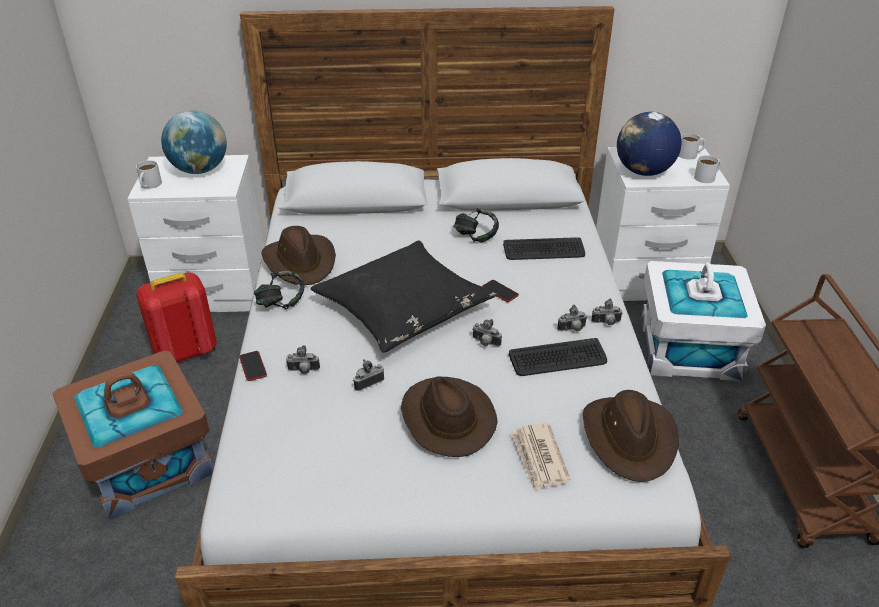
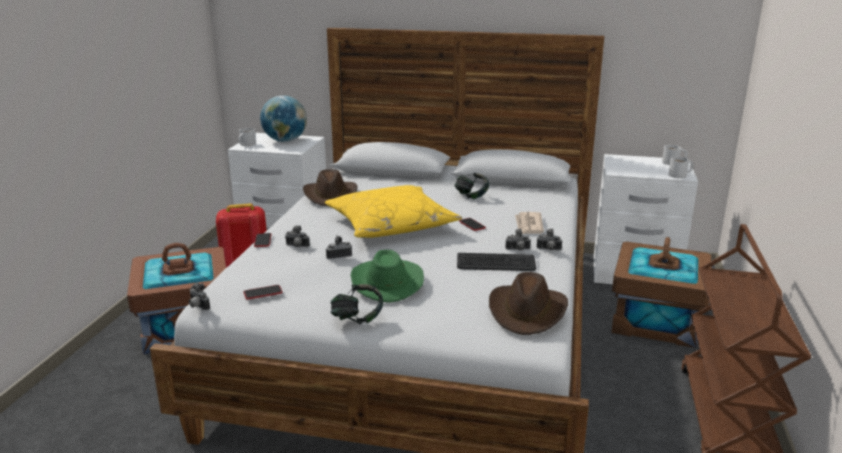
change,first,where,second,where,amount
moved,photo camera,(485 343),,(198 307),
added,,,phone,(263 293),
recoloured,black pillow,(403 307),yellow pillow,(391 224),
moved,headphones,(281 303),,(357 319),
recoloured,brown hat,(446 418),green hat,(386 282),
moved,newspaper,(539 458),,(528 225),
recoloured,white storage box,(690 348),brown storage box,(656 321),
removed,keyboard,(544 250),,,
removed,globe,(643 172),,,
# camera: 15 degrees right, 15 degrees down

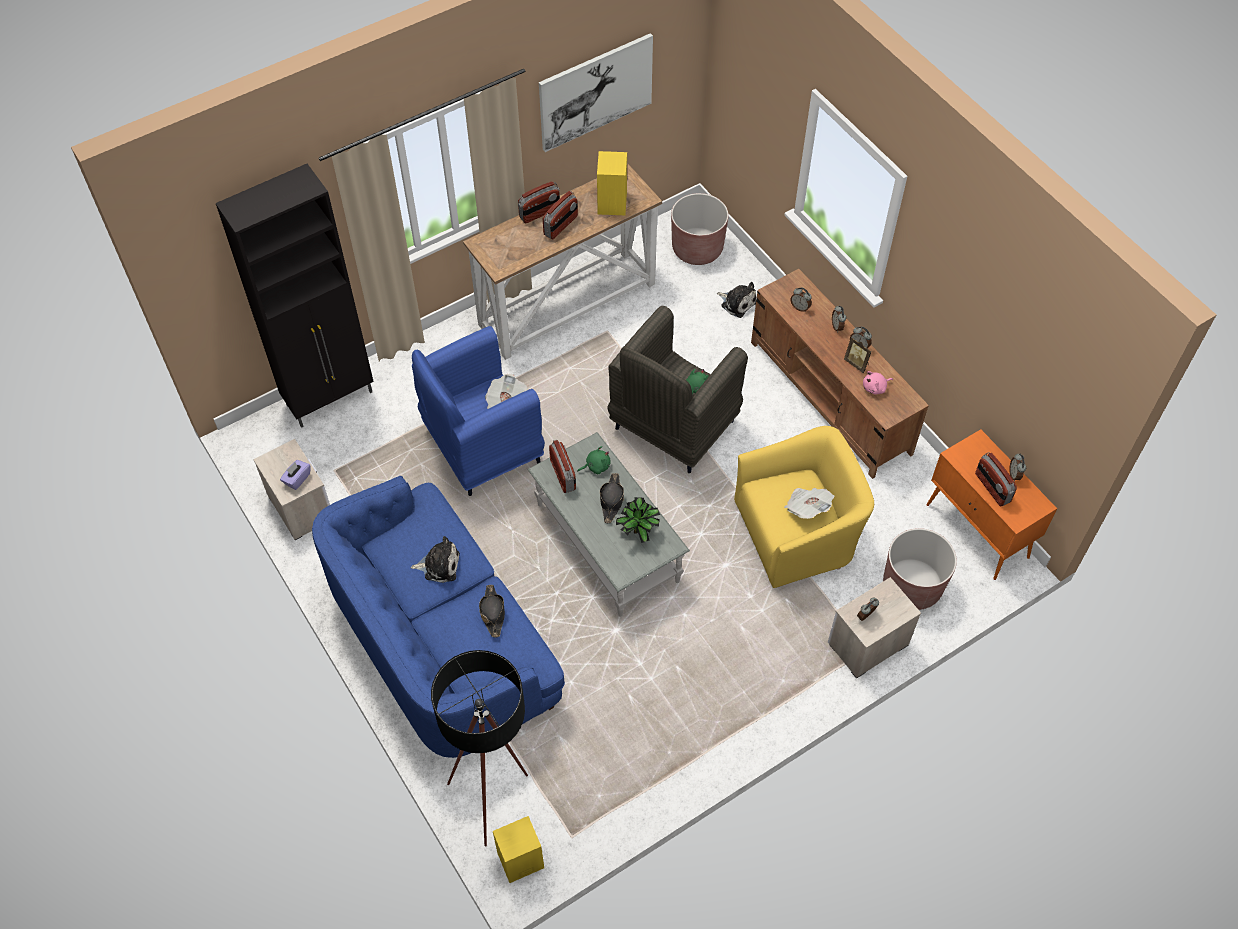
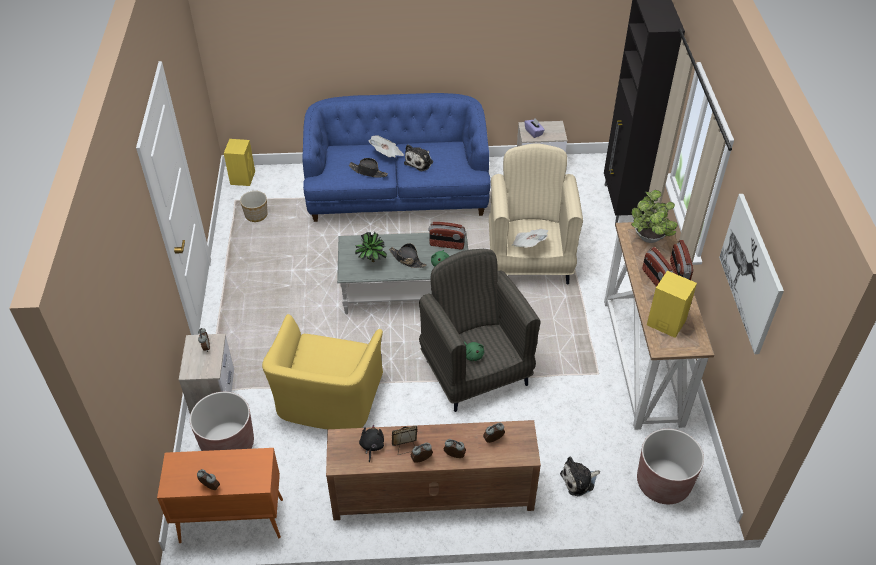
change,first,where,second,where,amount
added,,,planter,(256 215),
recoloured,pink plush toy,(875 387),black plush toy,(371 446),
moved,newspaper,(807 508),,(386 154),
recoloured,blue armchair,(482 447),beige armchair,(529 260),
added,,,potted plant,(649 239),
removed,black floor lamp,(496 796),,,
removed,radio,(992 488),,,
# camera: 120 degrees right, 10 degrees down

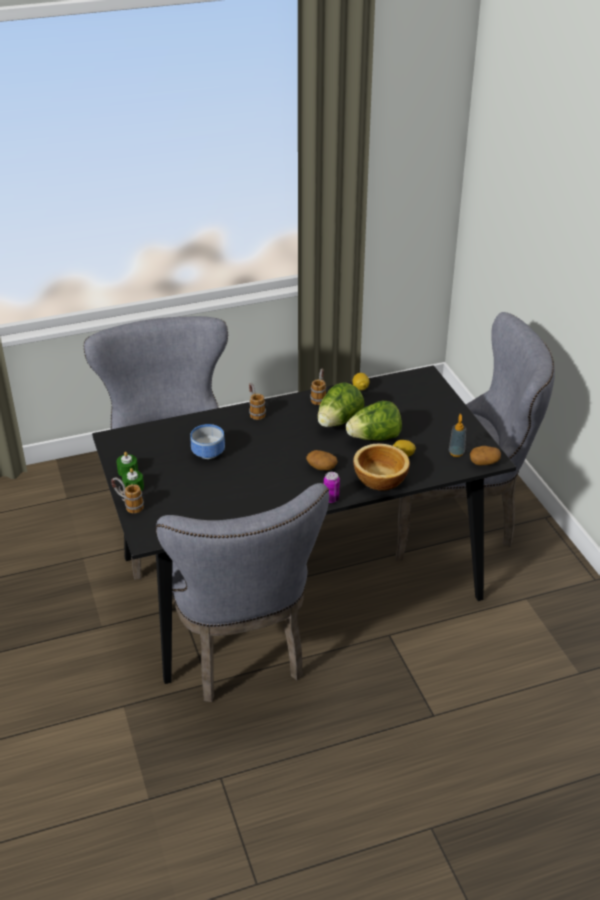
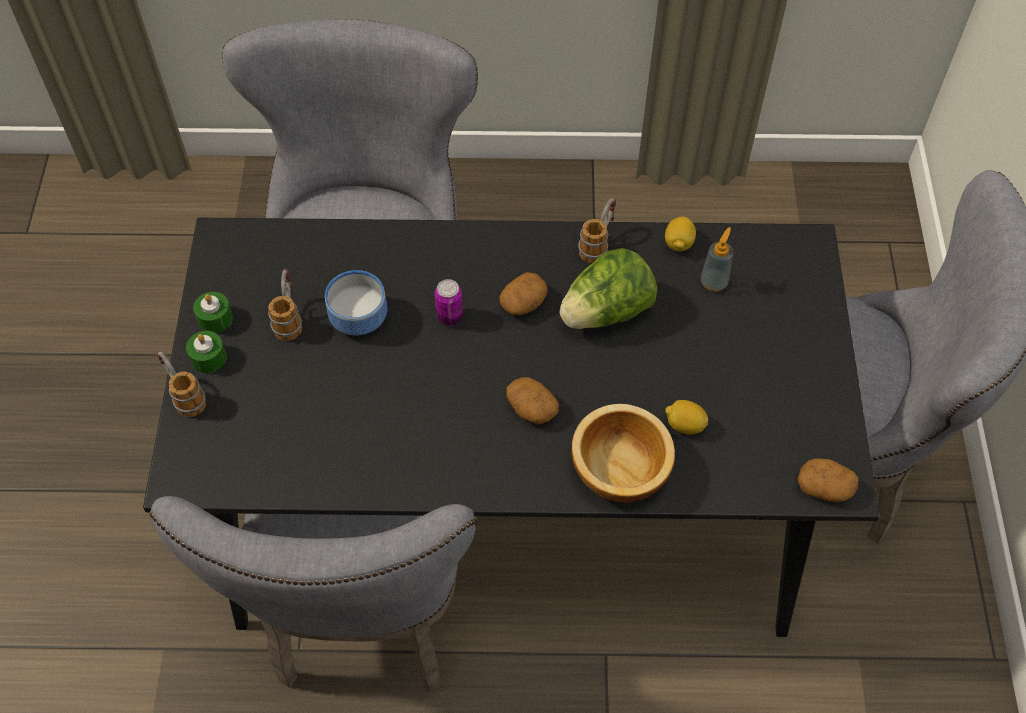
change,first,where,second,where,amount
moved,mug,(255 411),,(289 317),
moved,can,(331 499),,(450 317),
added,,,potato,(523 303),
moved,soap dispenser,(456 452),,(713 282),
removed,lettuce,(374 438),,,
# camera: 20 degrees right, 20 degrees up

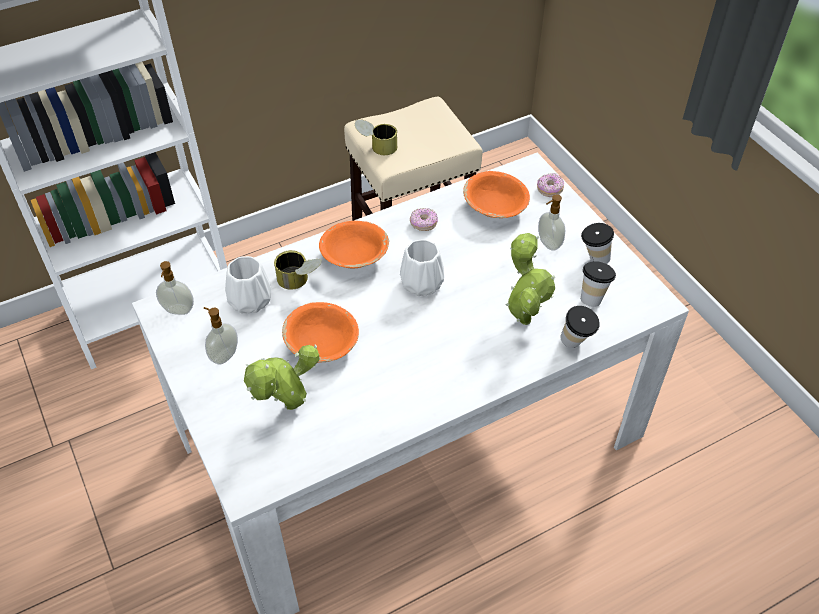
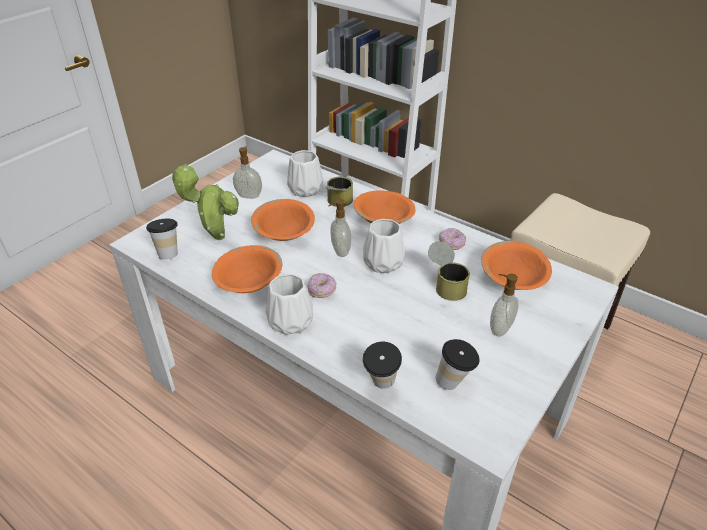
change,first,where,second,where,amount
moved,cup,(593 259),,(168 253),
added,,,orange bowl,(249 283),
added,,,white vase,(291 321),
moved,donut,(549 190),,(322 291),
moved,soap dispenser,(178 311),,(340 251),
moved,can,(376 147),,(446 284),
removed,potted plant,(523 317),,,
# camera: 65 degrees right, 10 degrees down

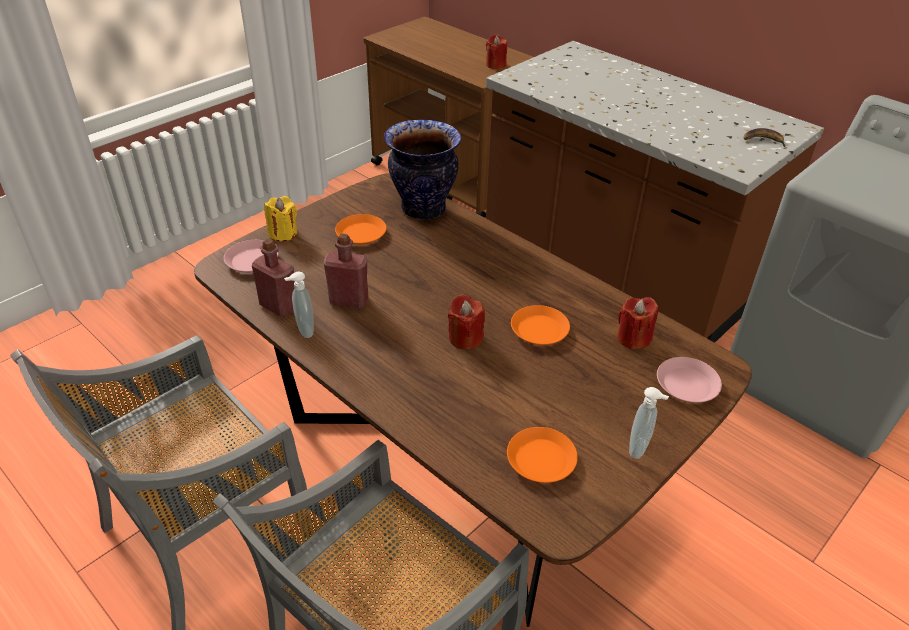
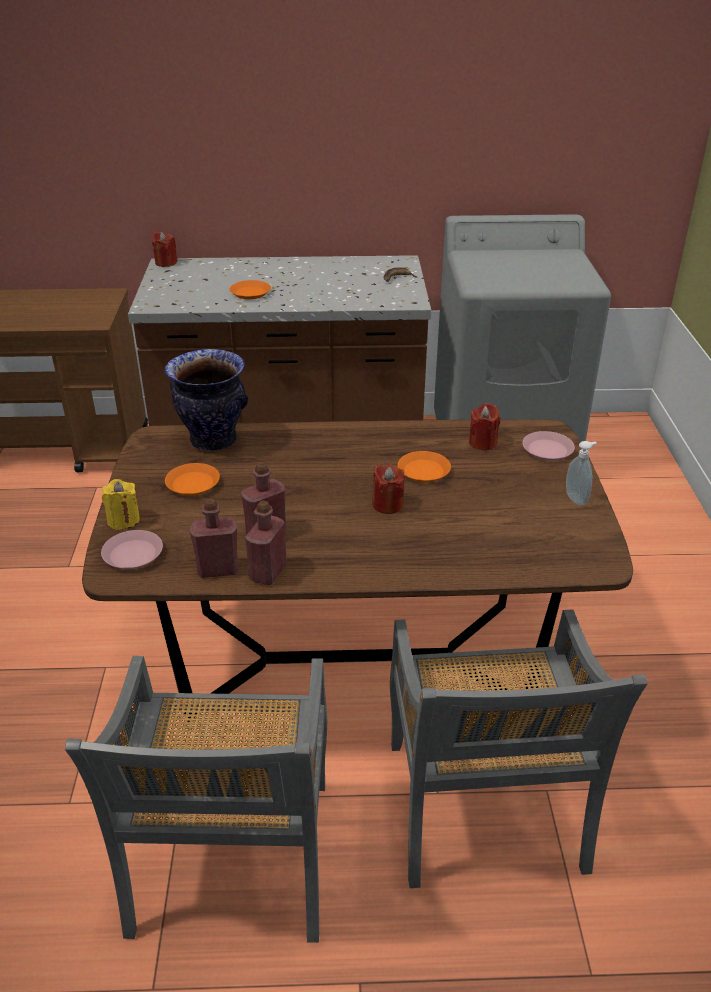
change,first,where,second,where,amount
moved,red candle,(495 65),,(166 263),
moved,orange plate,(541 459),,(250 293),
replaced,soap dispenser,(303 331),red bottle,(268 572),
# camera: 45 degrees left, 5 degrees down

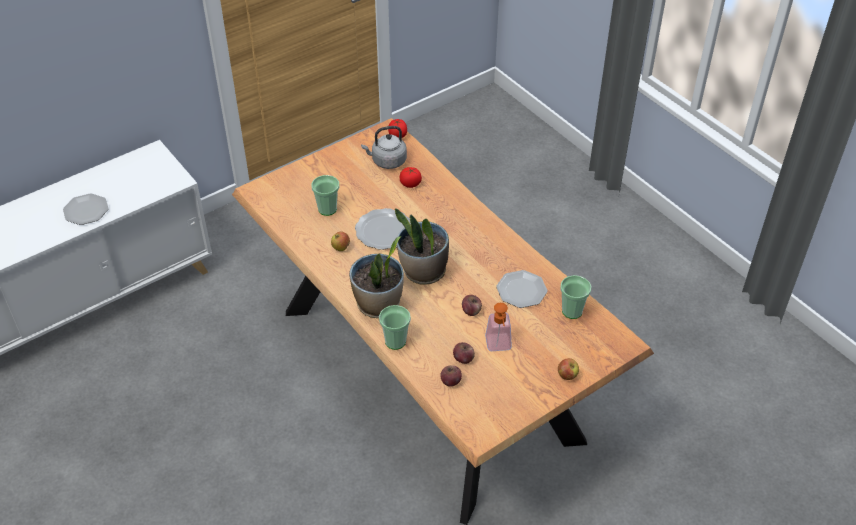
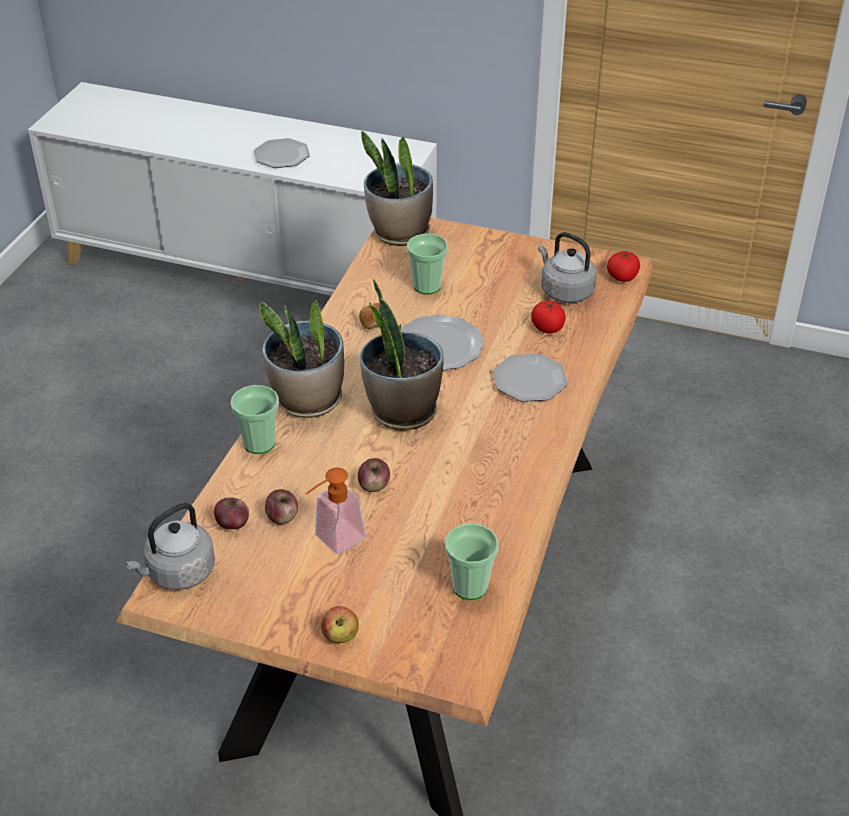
change,first,where,second,where,amount
added,,,grey kettle,(178 573),
added,,,potted plant,(399 233),
moved,plate,(521 290),,(530 380),
# camera: 55 degrees right, 5 degrees down

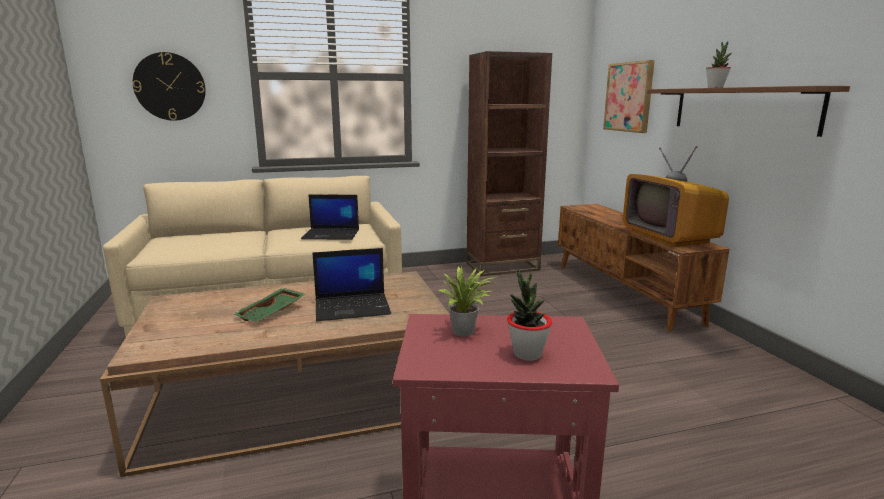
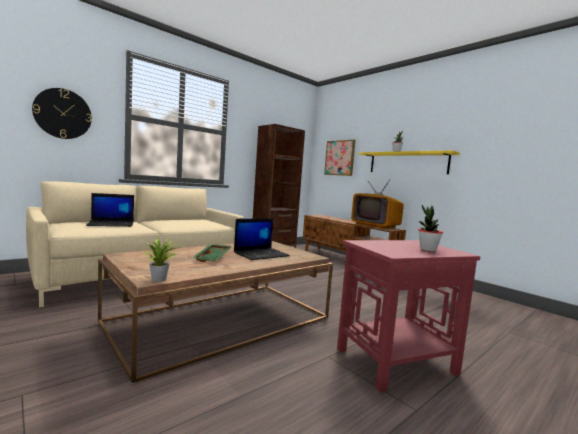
change,first,where,second,where,amount
moved,laptop,(332 235),,(112 224),
moved,potted plant,(466 332),,(161 279),
recoloured,brown shelf,(741 109),yellow shelf,(407 163),
# camera: 25 degrees left, 10 degrees down

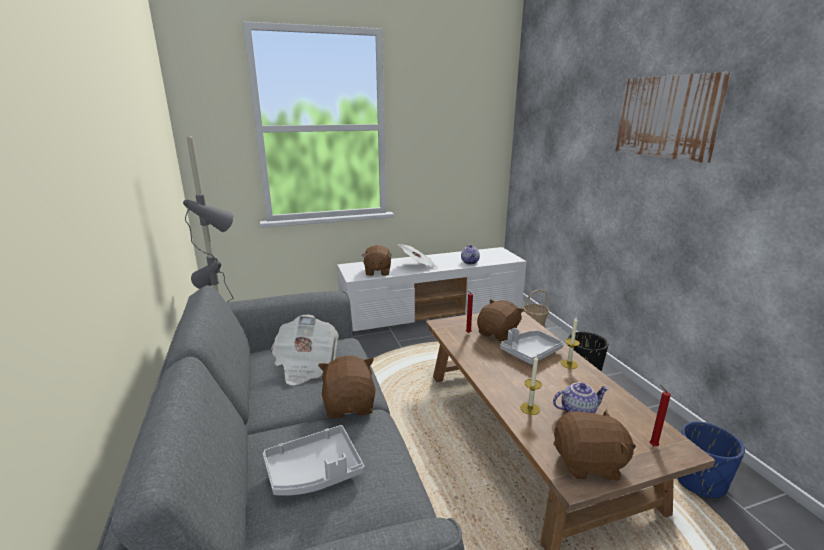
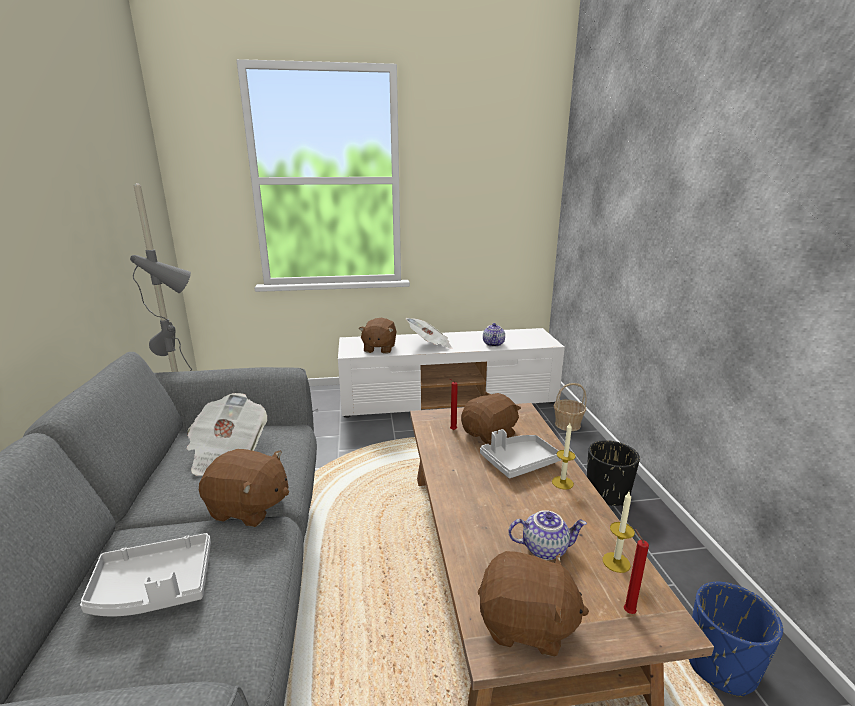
change,first,where,second,where,amount
turned,brown plush toy,(350 405),,(249 508),105 degrees clockwise
moved,candle,(530 408),,(616 562),
removed,picture,(667 117),,,
# camera: 10 degrees right, 0 degrees up

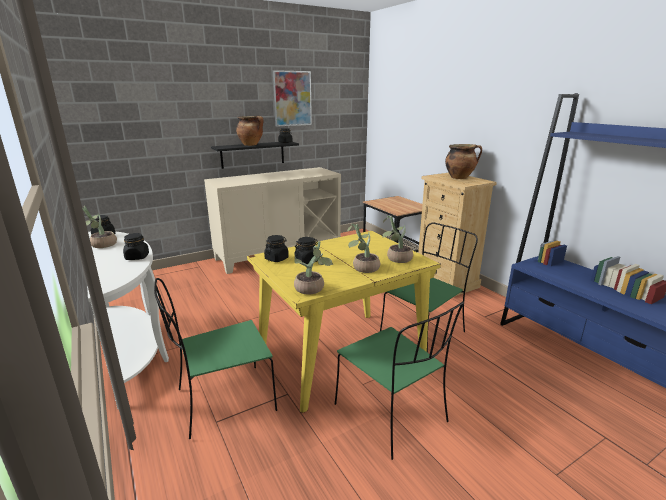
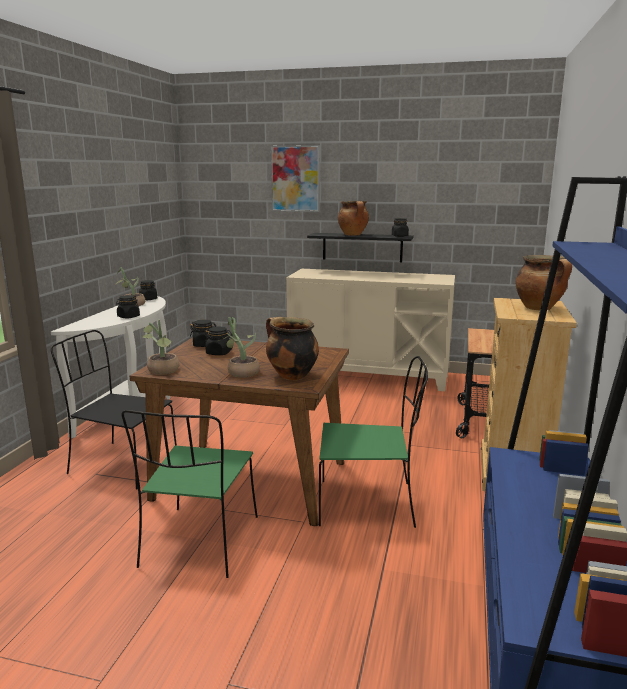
change,first,where,second,where,amount
recoloured,green chair,(223 401),black chair,(121 464),
recoloured,yellow dining table,(340 356),brown dining table,(249 480),
replaced,potted plant,(396 259),cooking pot,(291 375),
moved,picture,(292 98),,(295 178),
# camera: 45 degrees right, 5 degrees down

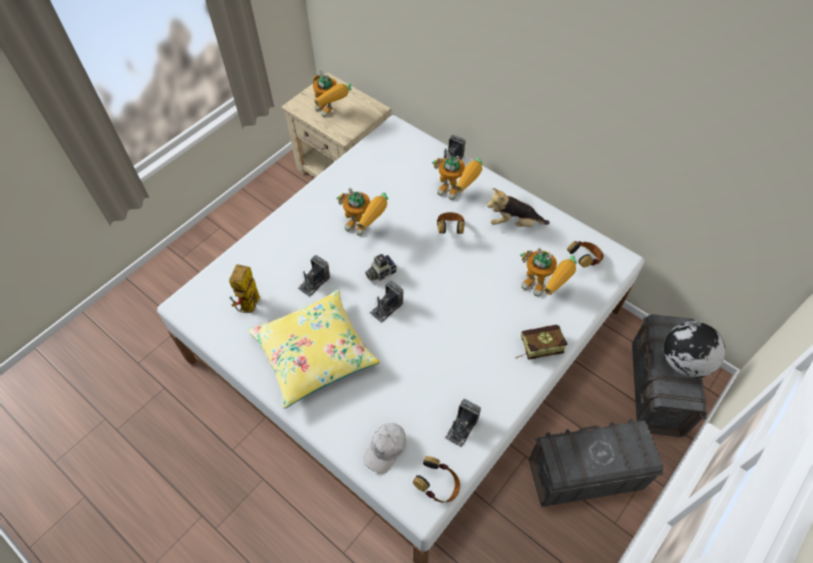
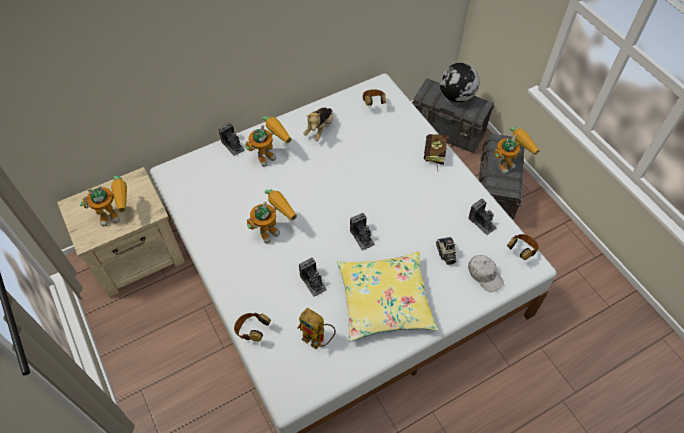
change,first,where,second,where,amount
moved,headphones,(450 230),,(252 331),
moved,photo camera,(380 273),,(445 254),
moved,toy robot,(543 288),,(509 162),
# camera: 70 degrees left, 0 degrees up

